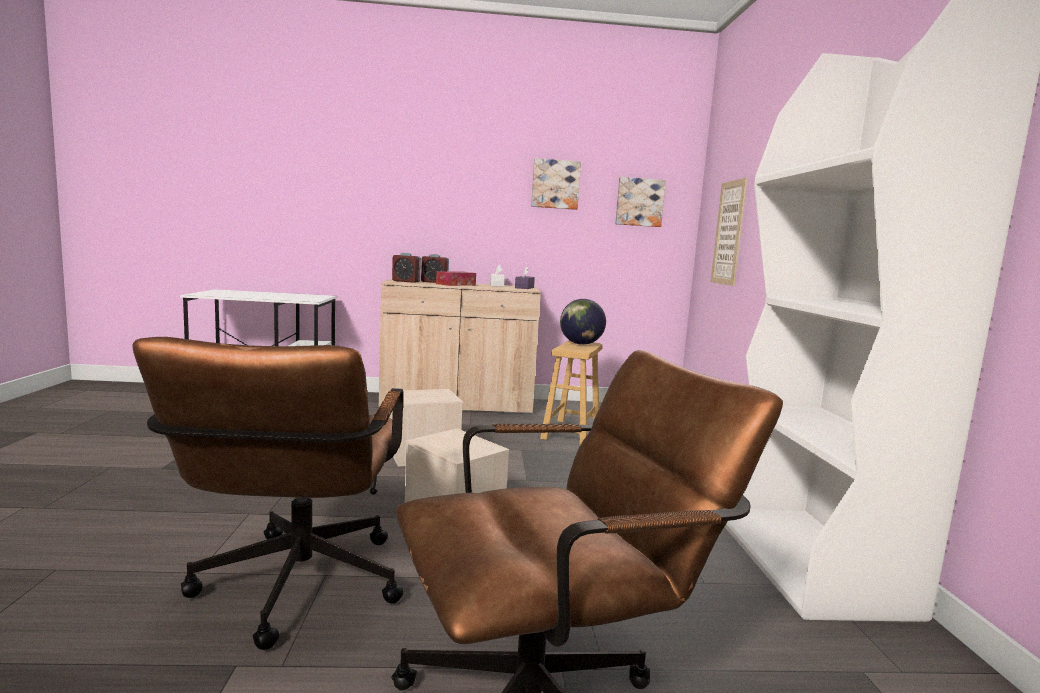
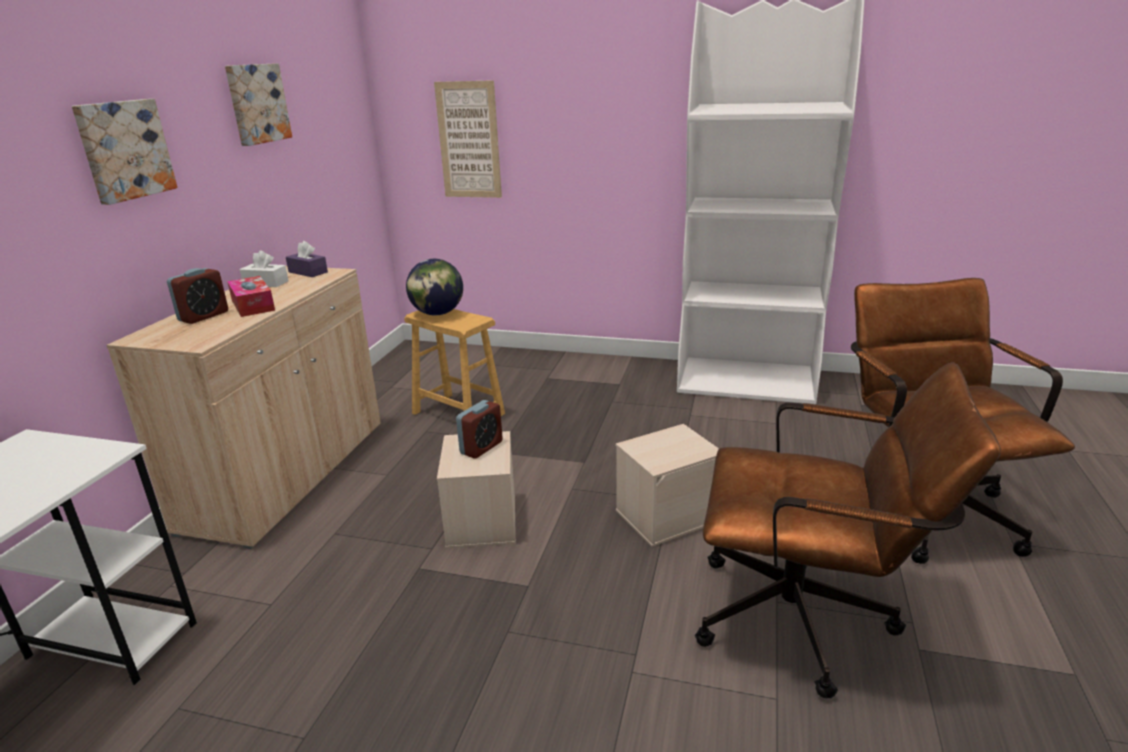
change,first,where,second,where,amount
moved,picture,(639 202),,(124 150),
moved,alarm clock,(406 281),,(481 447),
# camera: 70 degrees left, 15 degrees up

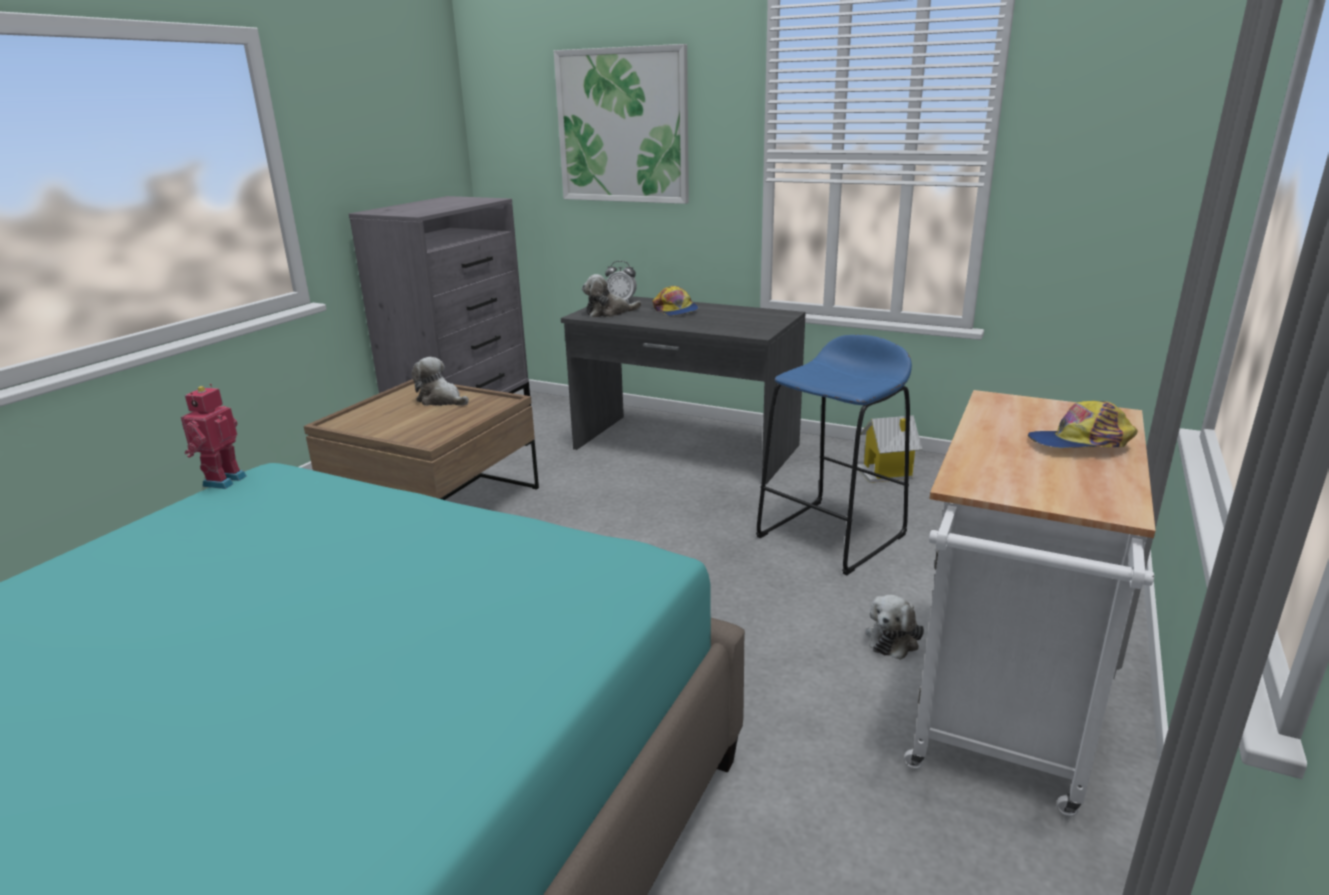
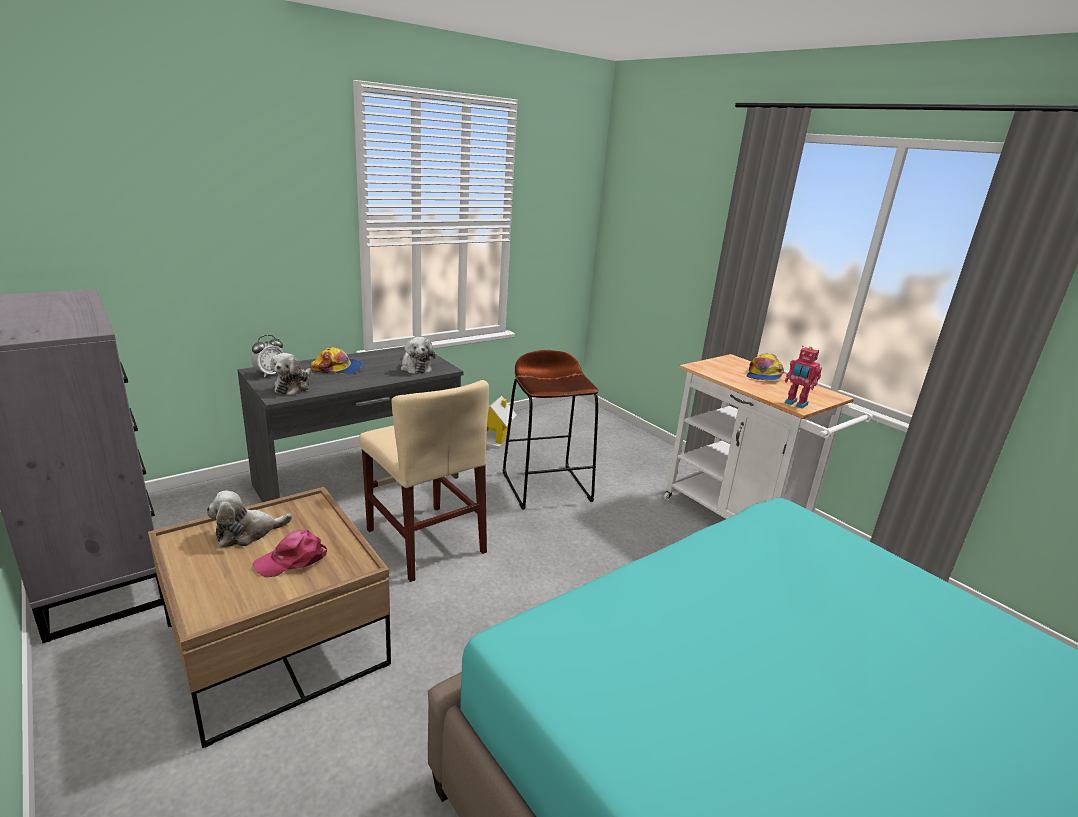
change,first,where,second,where,amount
added,,,pink cap,(292 560),
added,,,beige chair,(425 541),
moved,plush toy,(894 638),,(415 367),
recoloured,blue stool,(832 536),brown stool,(546 486),
moved,toy robot,(222 481),,(795 404),
removed,picture,(623 126),,,
# camera: 65 degrees left, 0 degrees up

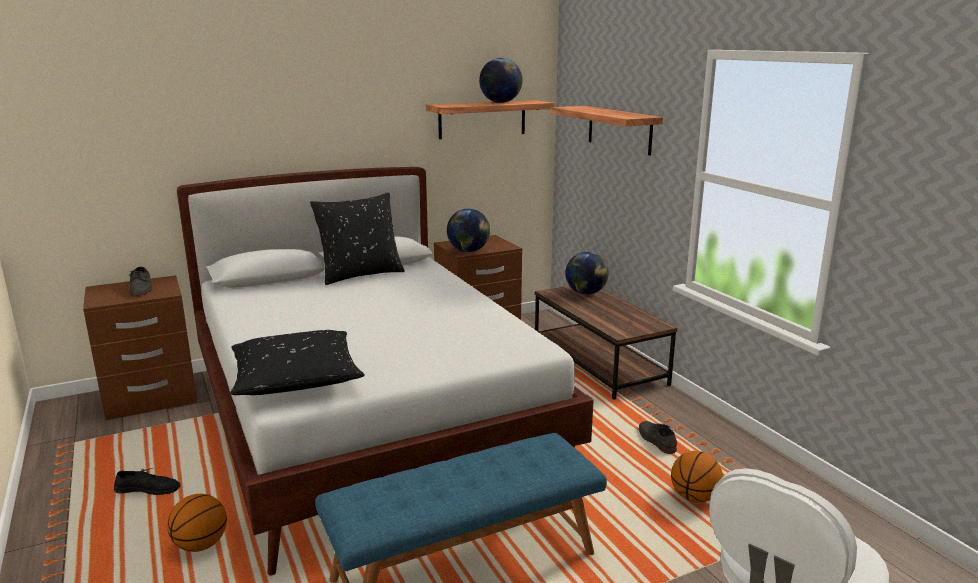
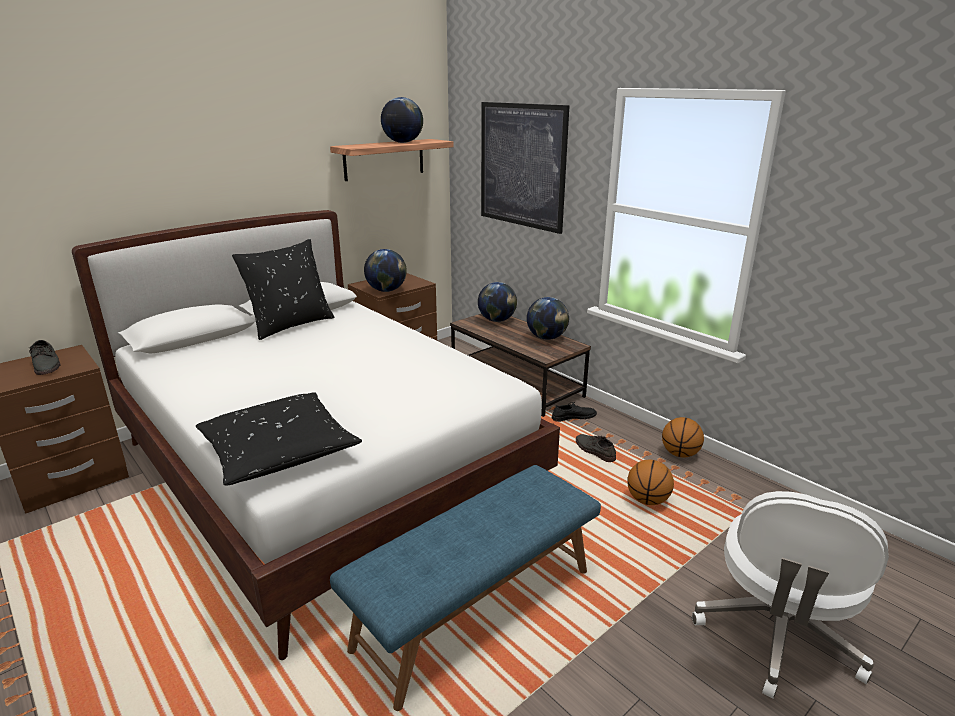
change,first,where,second,where,amount
replaced,shelf,(619 129),picture,(522 166),
added,,,globe,(546 338),
moved,black shoe,(148 488),,(573 416),
moved,basketball,(201 545),,(680 454),
# camera: 15 degrees left, 5 degrees up

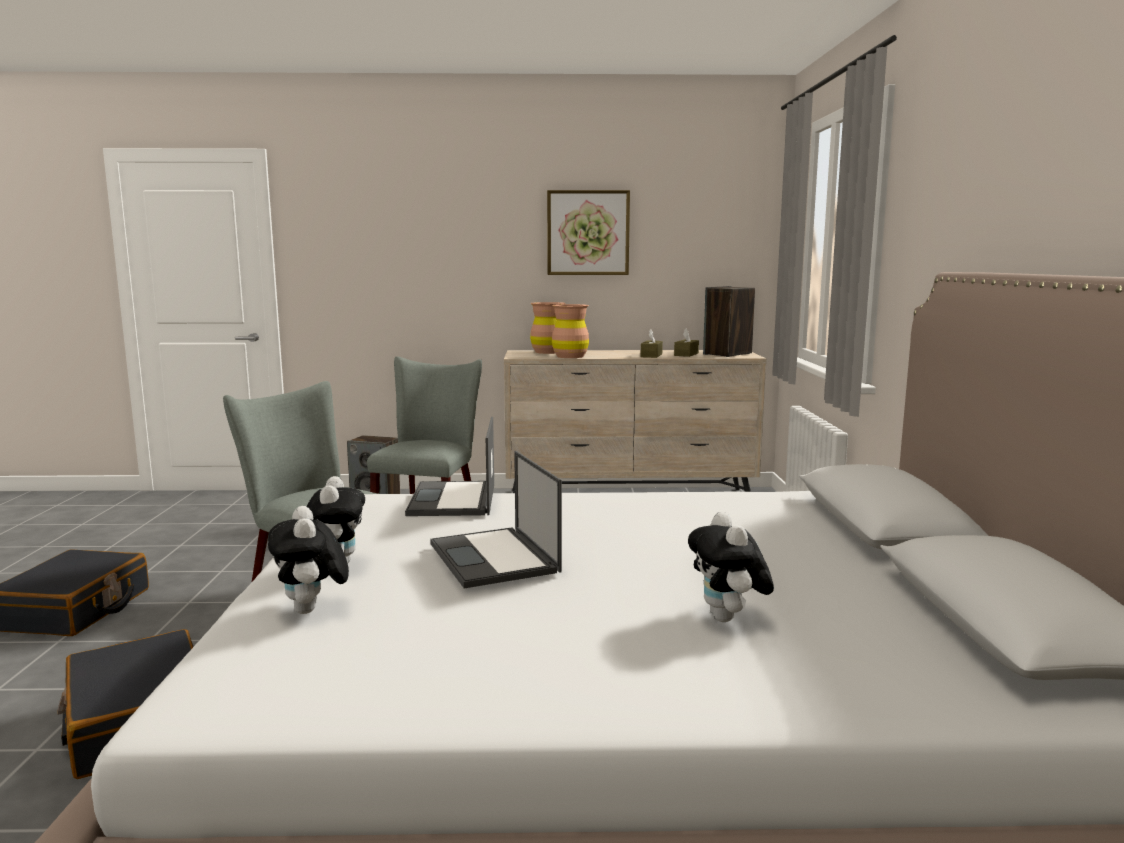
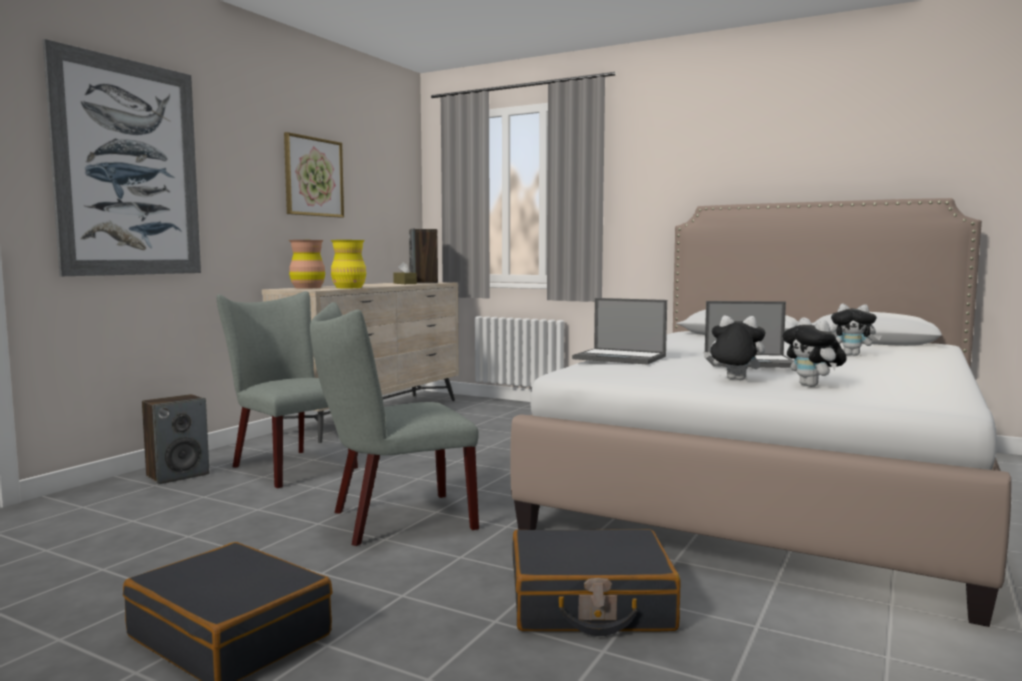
change,first,where,second,where,amount
added,,,picture,(128 168),
recoloured,brown vase,(570 356),yellow vase,(349 287),
turned,plush toy,(311 610),,(812 386),60 degrees clockwise
removed,brown tissue box,(651 355),,,
# camera: 60 degrees left, 5 degrees down

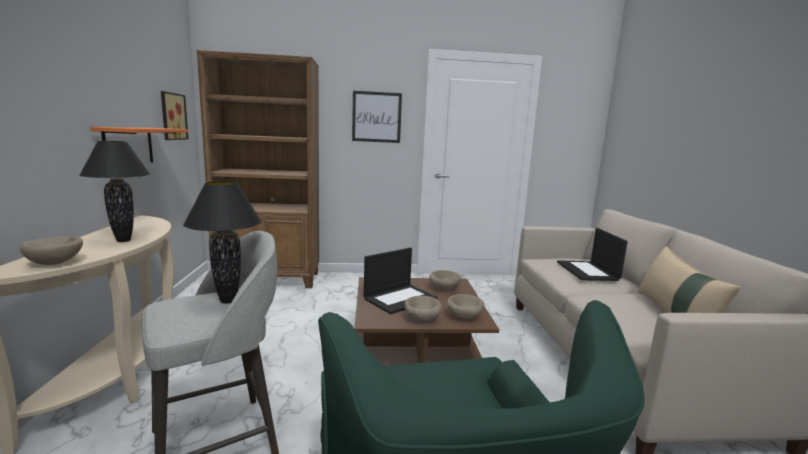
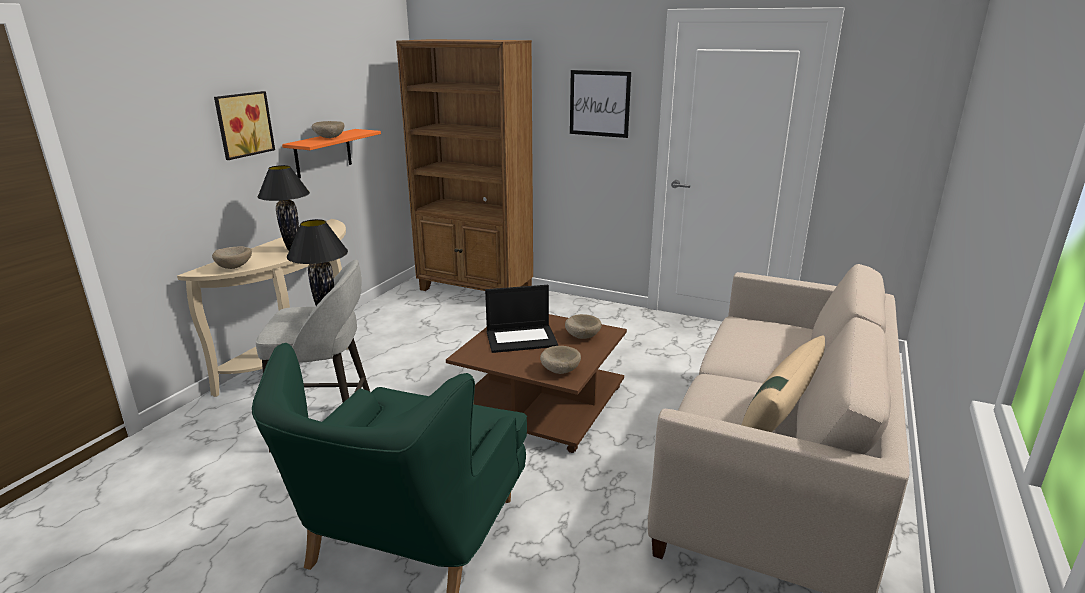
change,first,where,second,where,amount
moved,picture,(171 116),,(243 124),
moved,beige bowl,(421 319),,(328 138),
removed,laptop,(588 271),,,
# camera: 30 degrees right, 10 degrees up

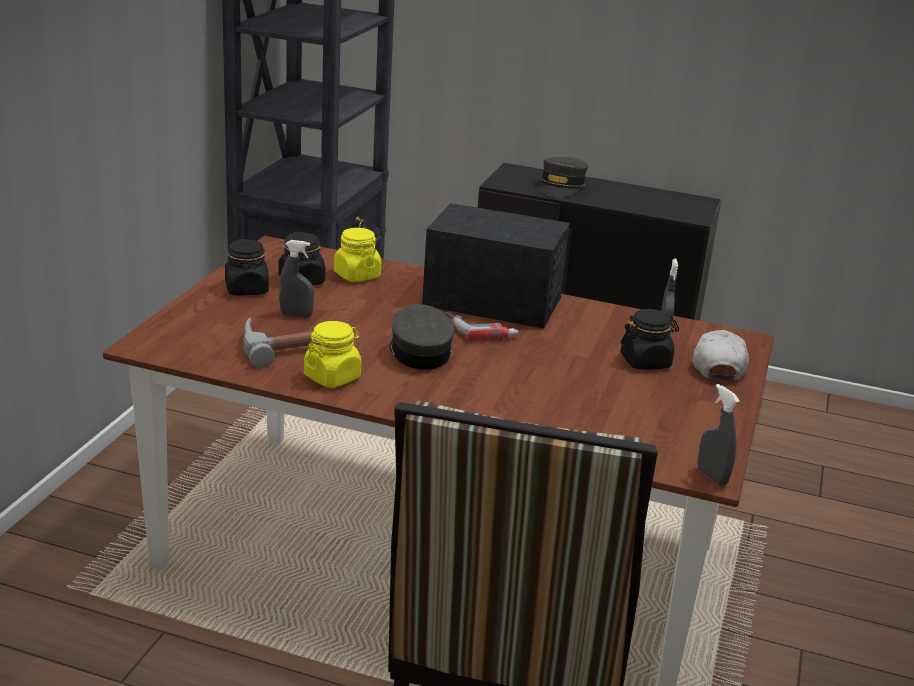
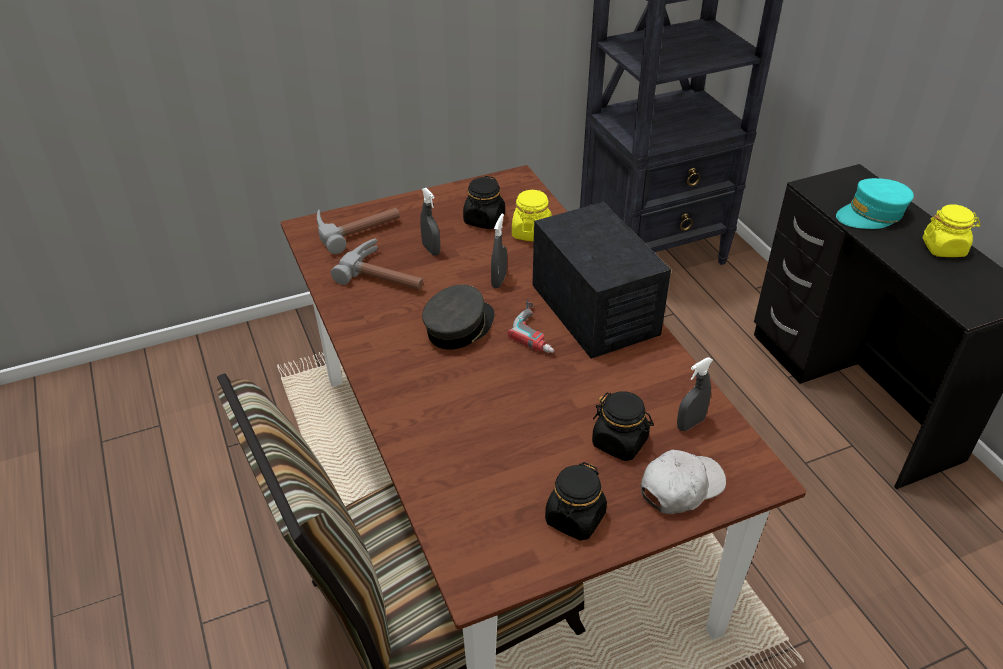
change,first,where,second,where,amount
added,,,hammer,(356 228),
moved,grey spray bottle,(712 477),,(499 280),
moved,black jar,(247 289),,(575 518),
recoloured,grey cap,(561 187),turquoise cap,(871 214),
moved,yellow jar,(332 377),,(944 248),
# camera: 50 degrees right, 15 degrees up

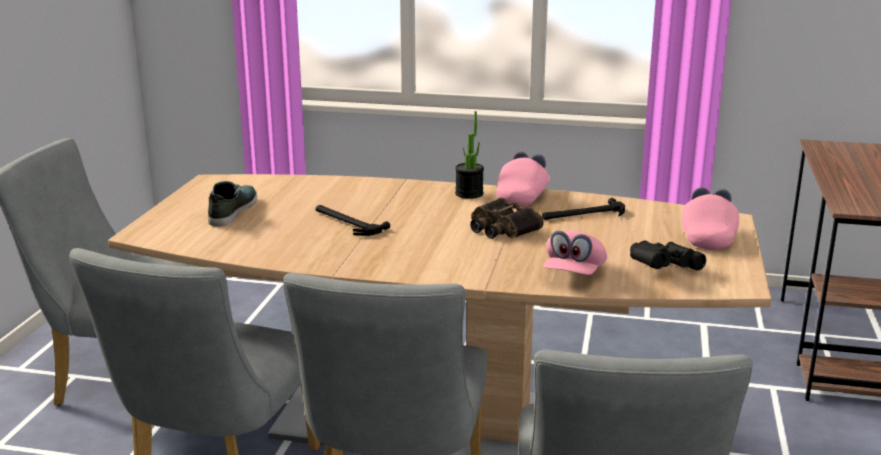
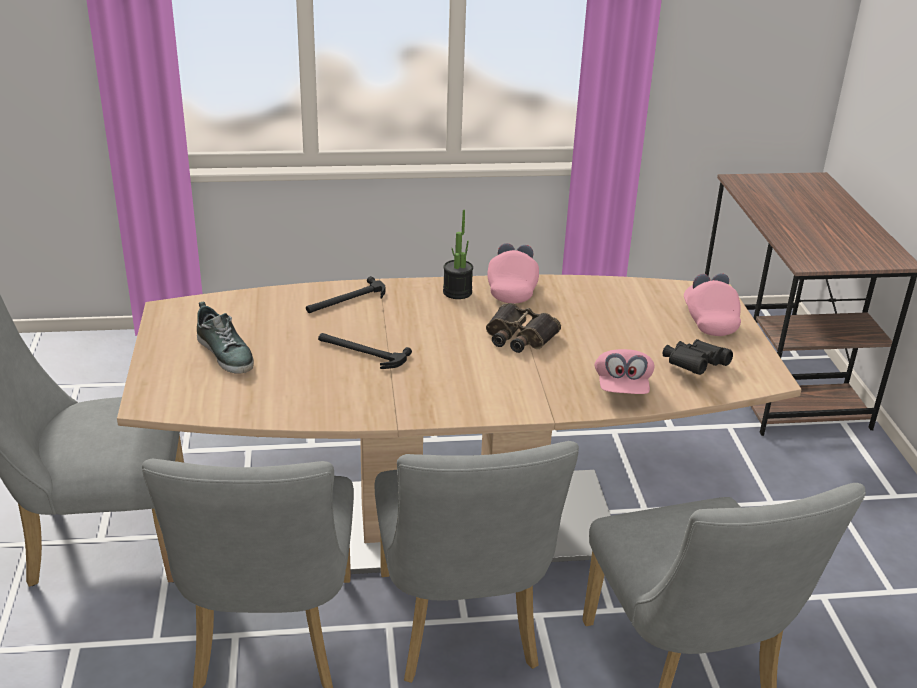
change,first,where,second,where,amount
turned,shoe,(232 211),,(226 353),150 degrees clockwise
moved,hammer,(583 214),,(346 300),
# camera: 20 degrees left, 10 degrees up

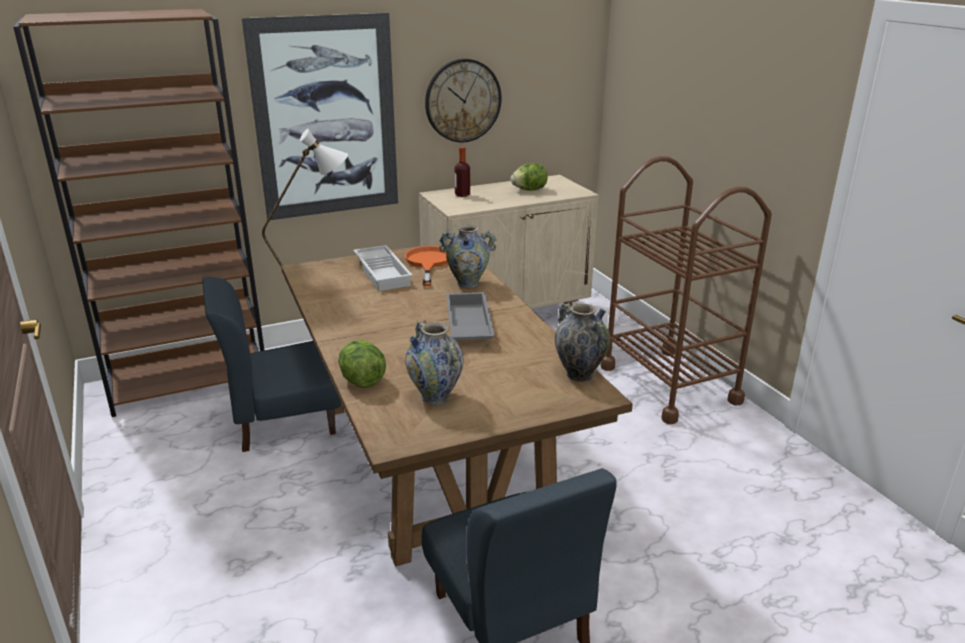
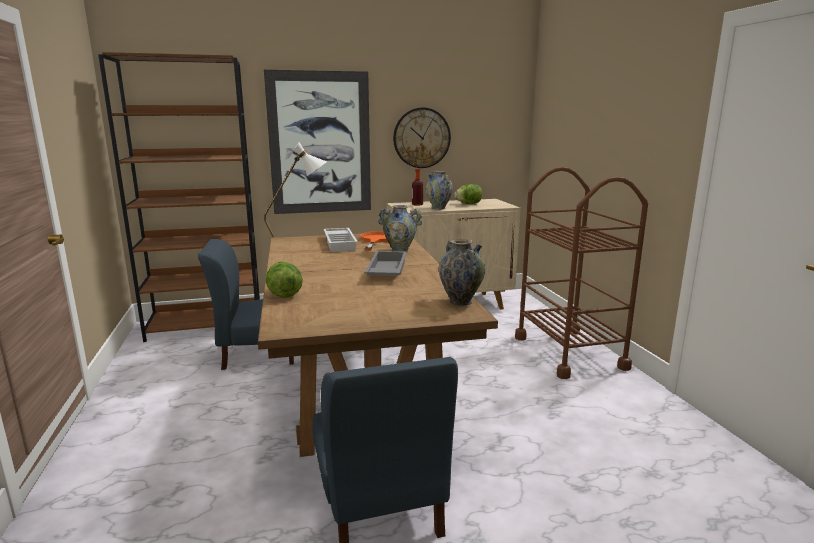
change,first,where,second,where,amount
moved,vase,(435 397),,(439 208),
# camera: 10 degrees right, 10 degrees down

